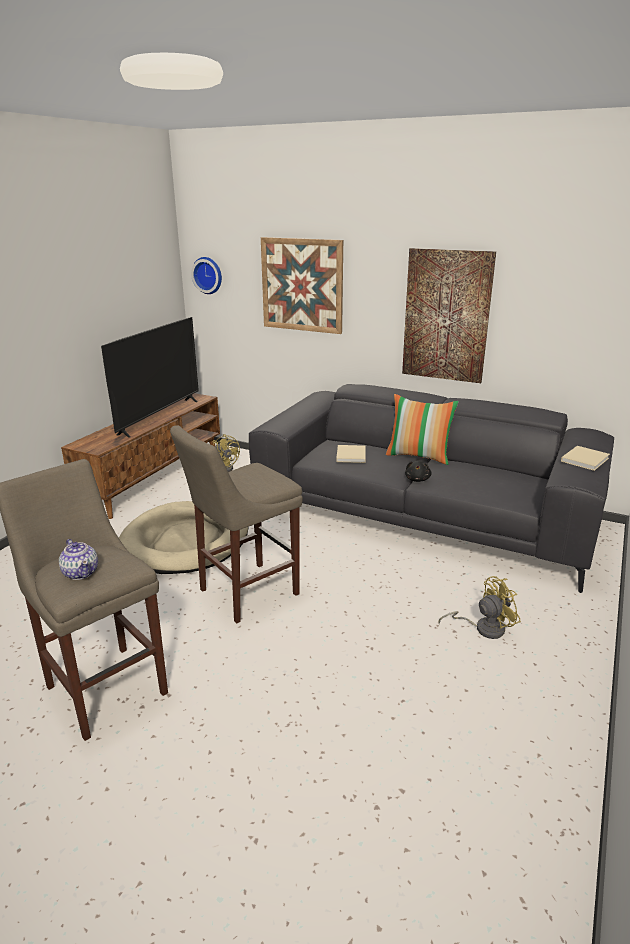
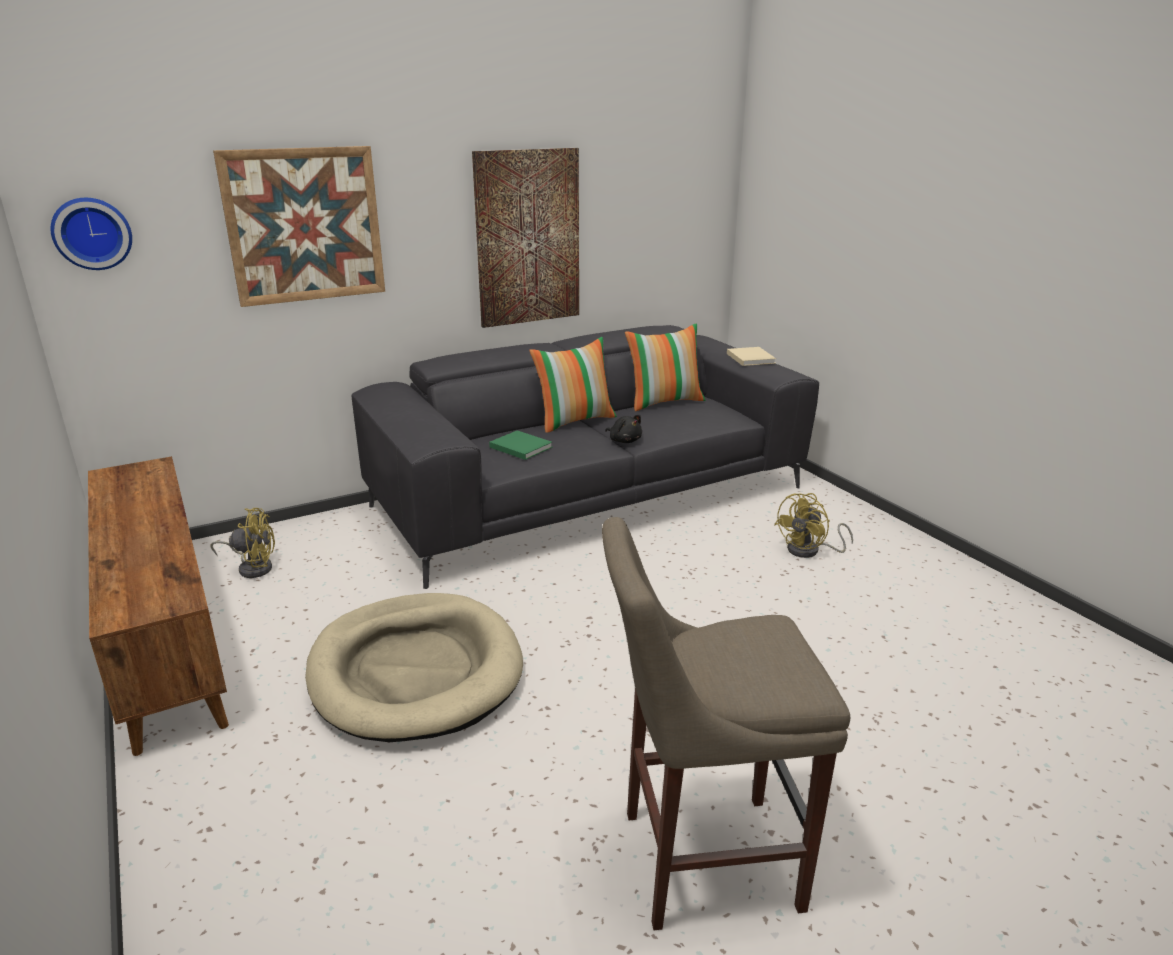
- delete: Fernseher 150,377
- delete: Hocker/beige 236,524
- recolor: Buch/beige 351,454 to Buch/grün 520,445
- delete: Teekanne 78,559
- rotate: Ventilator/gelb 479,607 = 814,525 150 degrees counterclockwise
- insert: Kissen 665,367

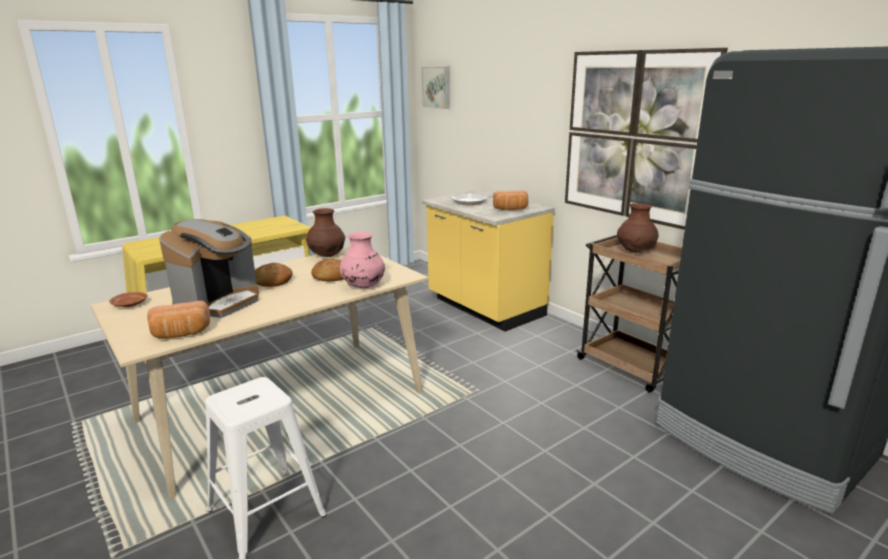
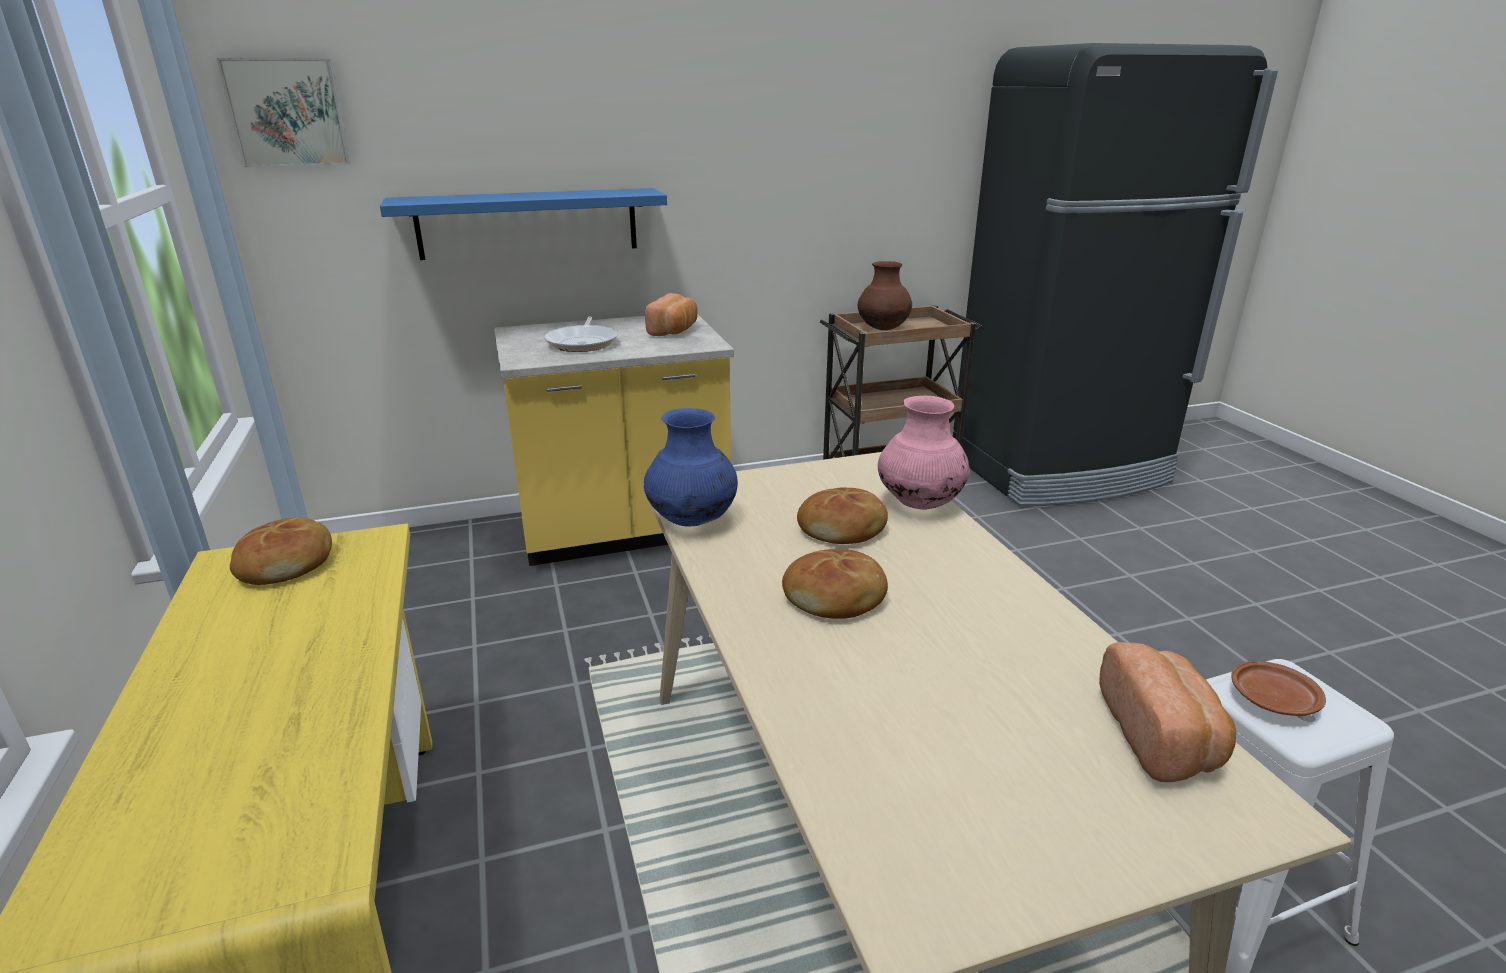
- delete: Bild 646,139
- recolor: Vase/braun 325,232 to Vase/blau 691,467
- delete: Kaffeemaschine 209,268
- move: Teller/braun 128,299 to 1278,688
- insert: Wandregal/blau 523,224
- insert: Brot 281,551

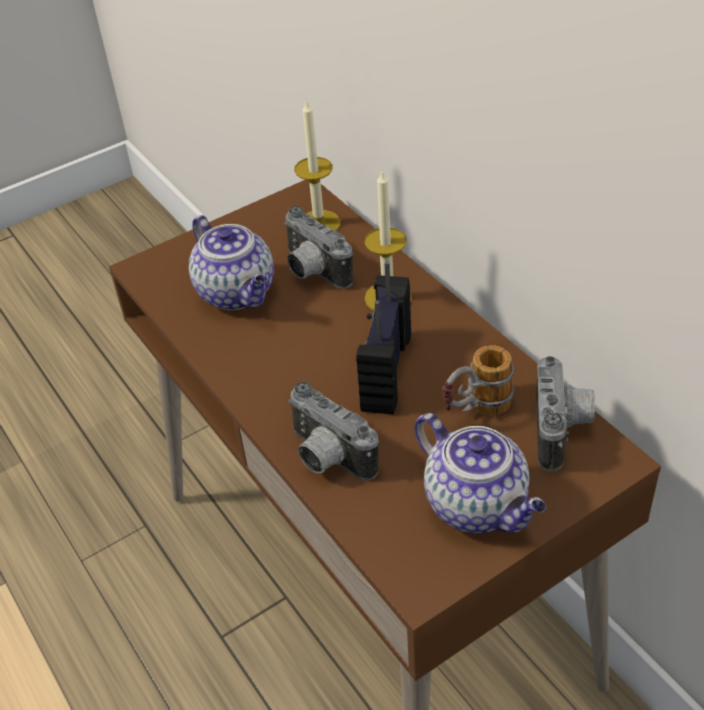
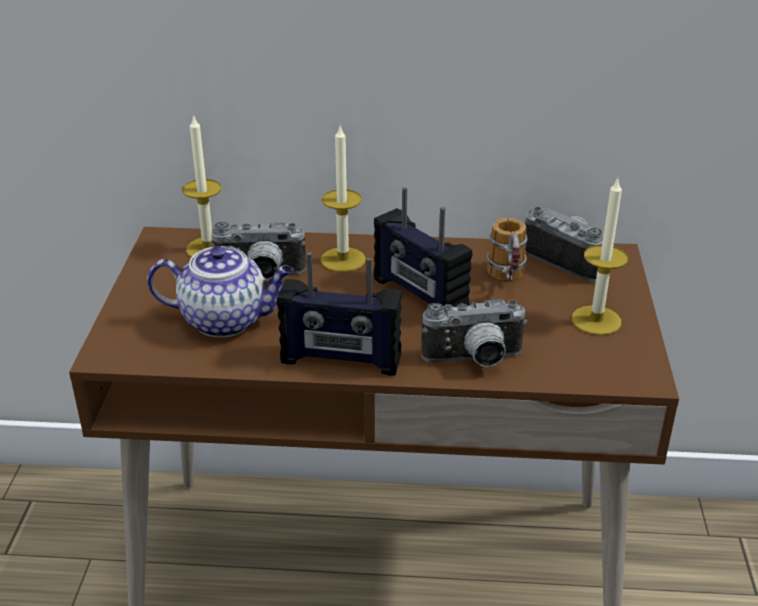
- replace: Teekanne 480,473 to Kerze 600,256
- insert: Radio 339,314

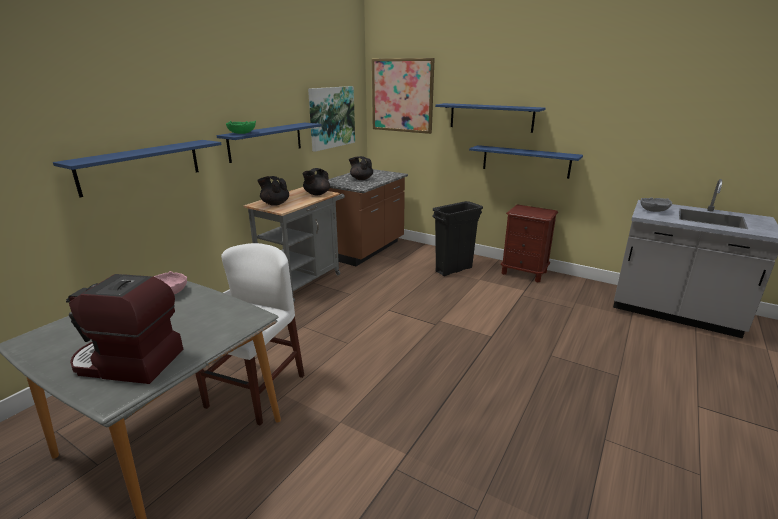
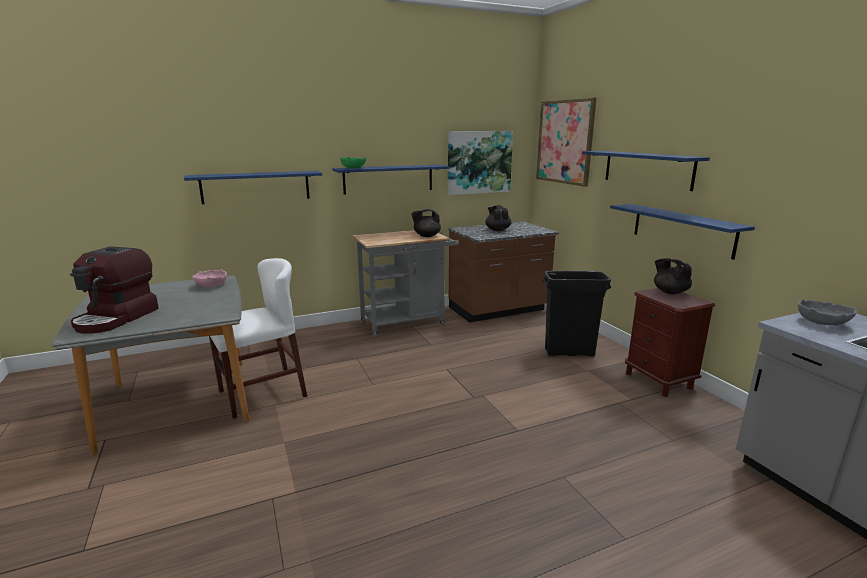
- move: Teekanne/schwarz 273,191 to 673,276
- rotate: Kaffeemaschine 125,329 = 114,290 120 degrees counterclockwise

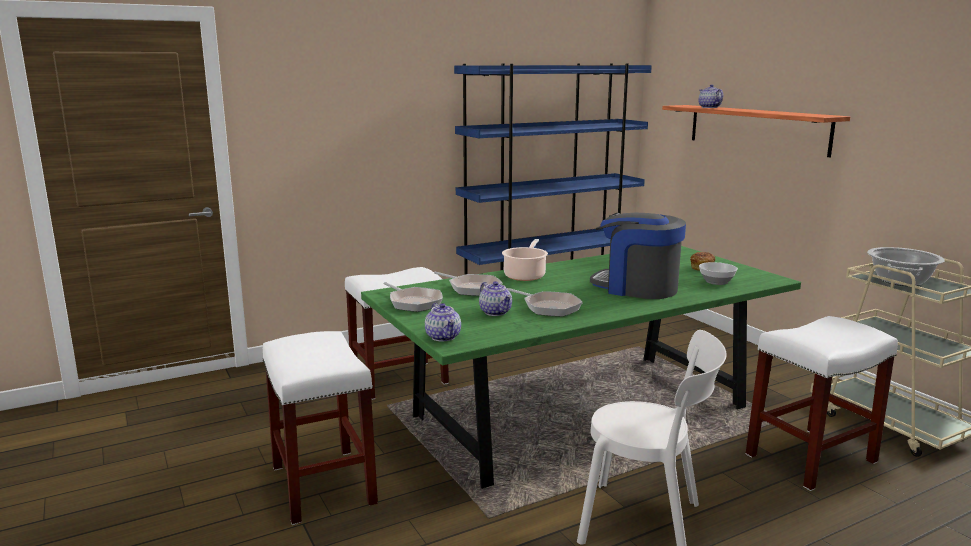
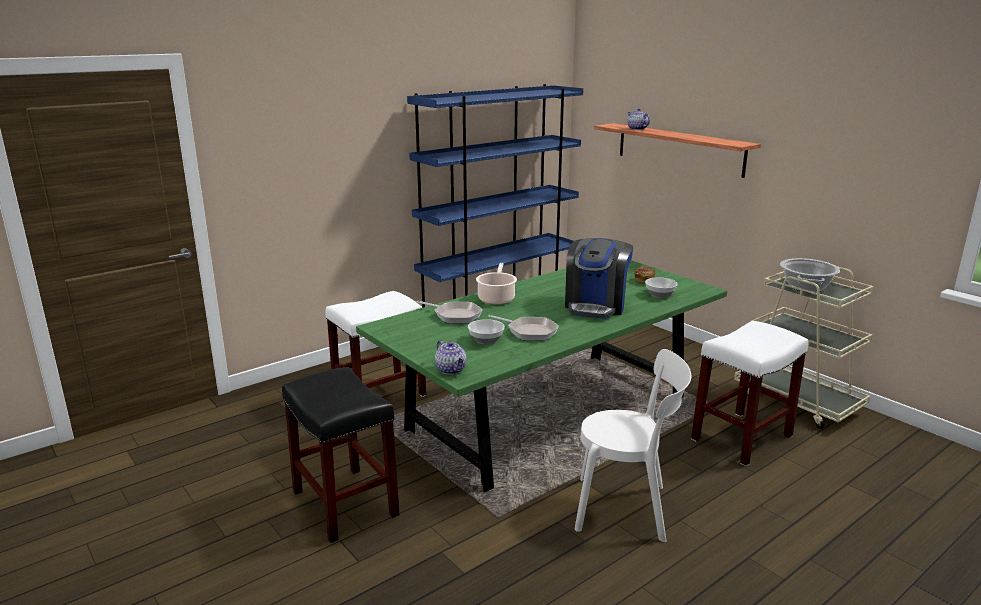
- rotate: Kaffeemaschine 638,256 = 599,278 90 degrees counterclockwise
- replace: Teekanne 495,298 to Schüssel 486,332
- delete: Pfanne 413,297
- recolor: Hocker/weiß 320,428 to Hocker/schwarz 341,455

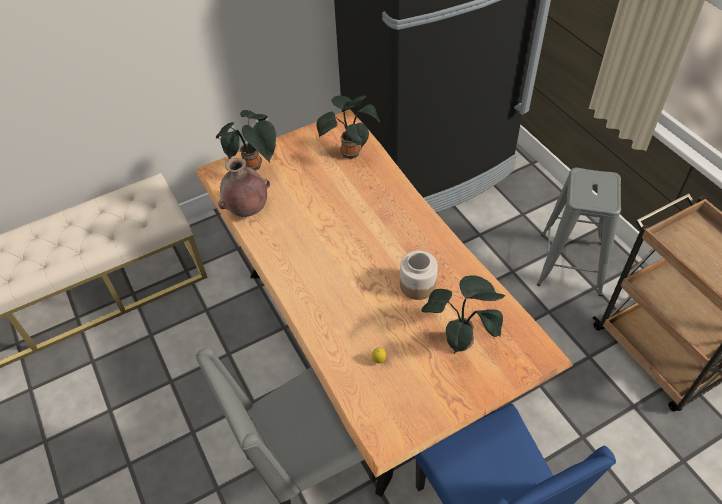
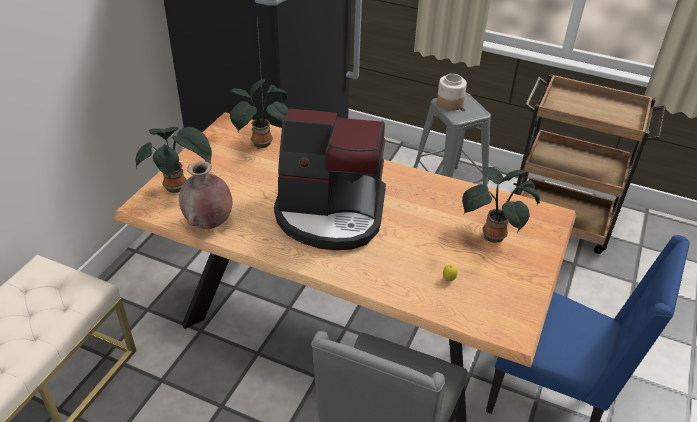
- move: Vorratsglas 419,275 to 452,92
- insert: Kaffeemaschine 330,179

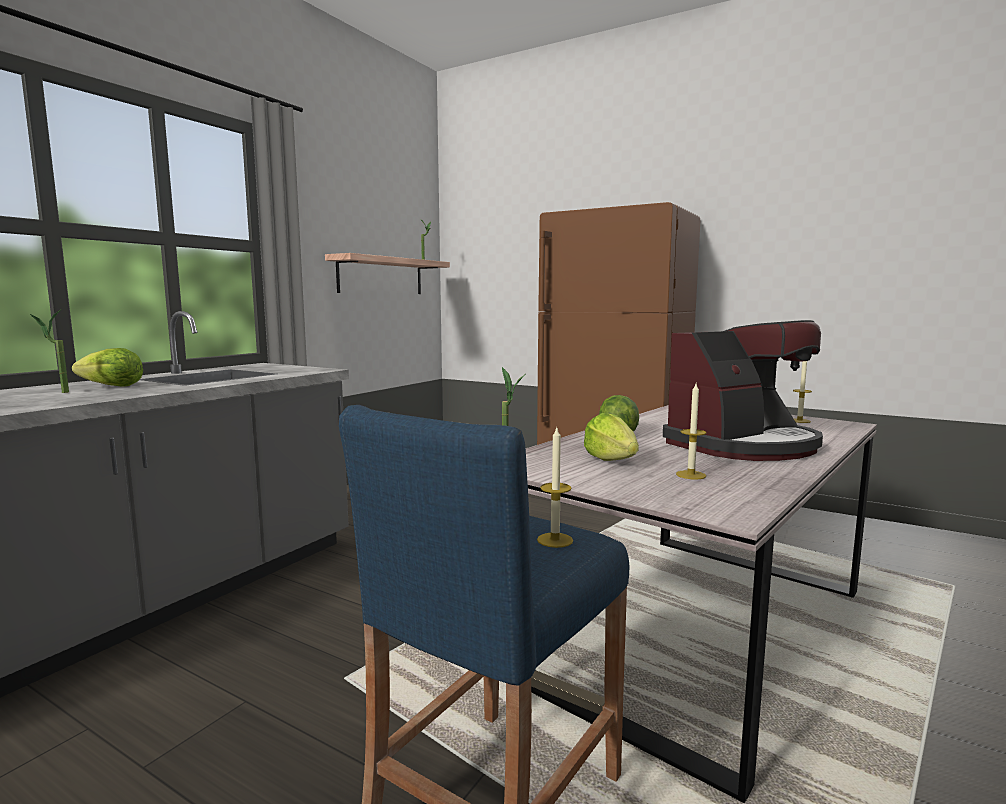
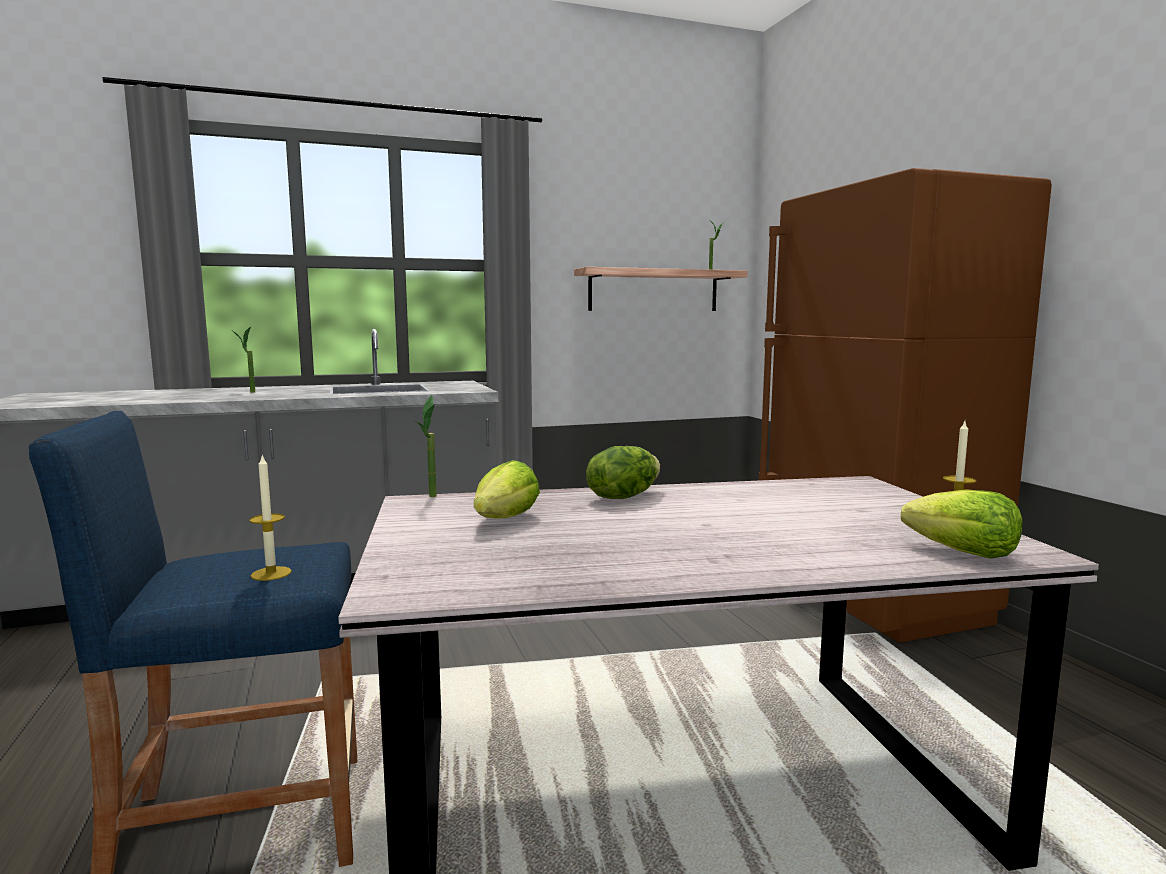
- delete: Kaffeemaschine 743,390
- move: Salatkopf 107,367 to 961,524
- delete: Kerze 691,431

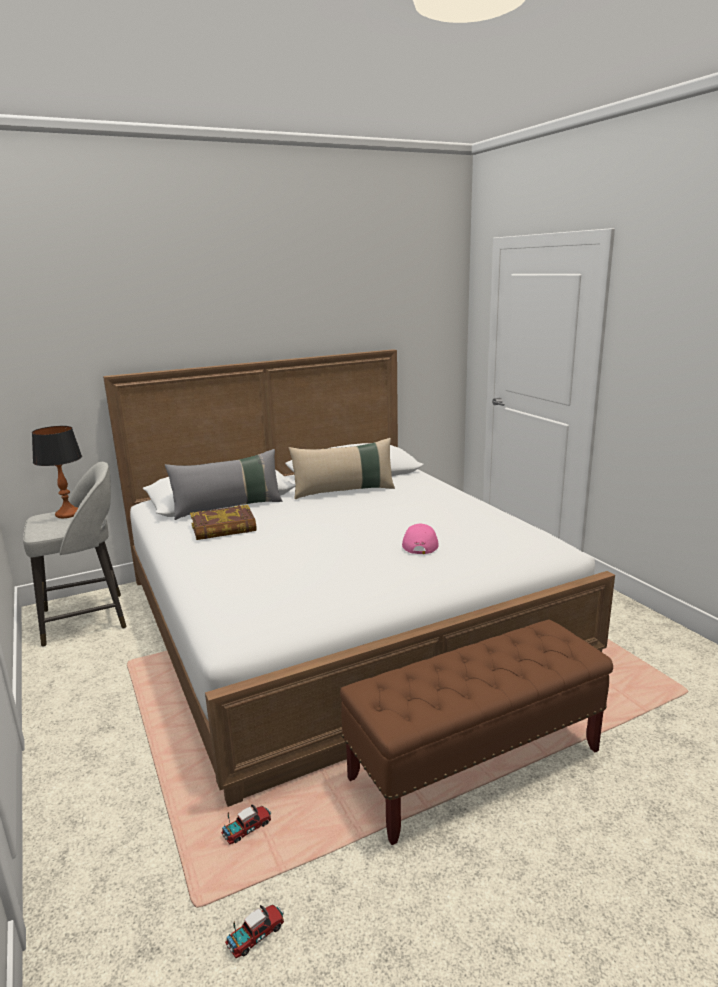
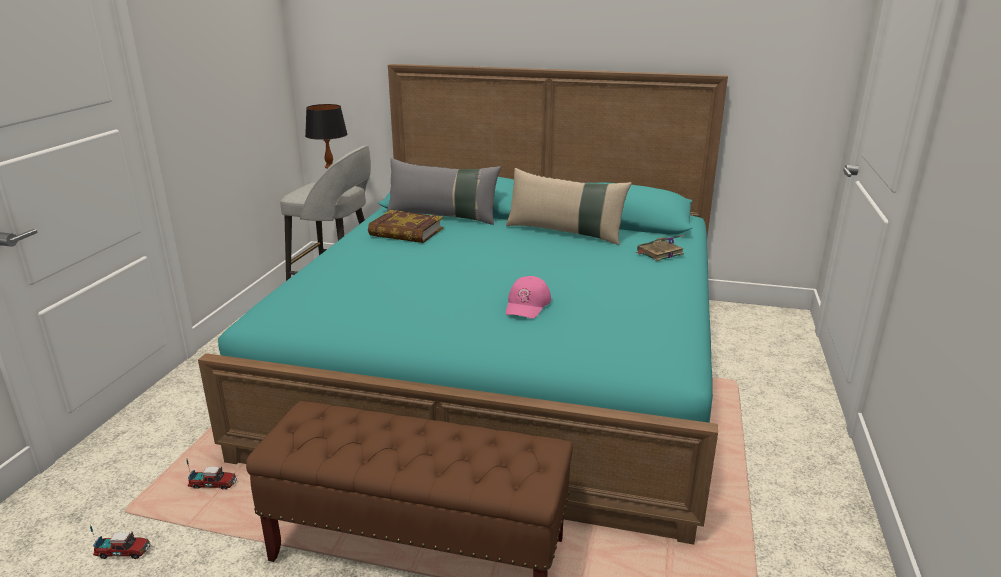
- recolor: Bett/weiß 359,578 to Bett/türkis 463,304
- rotate: Kappe/rosa 420,539 = 528,297 150 degrees clockwise
- insert: Buch 660,248

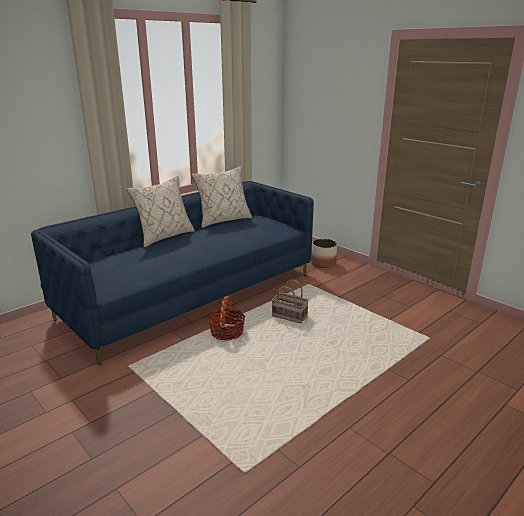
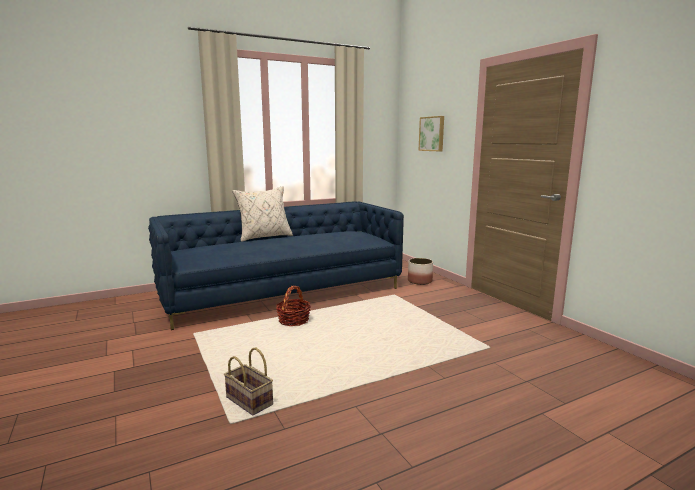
- delete: Kissen/beige 221,197
- move: Korb 290,301 to 248,381
- insert: Bild 431,133

